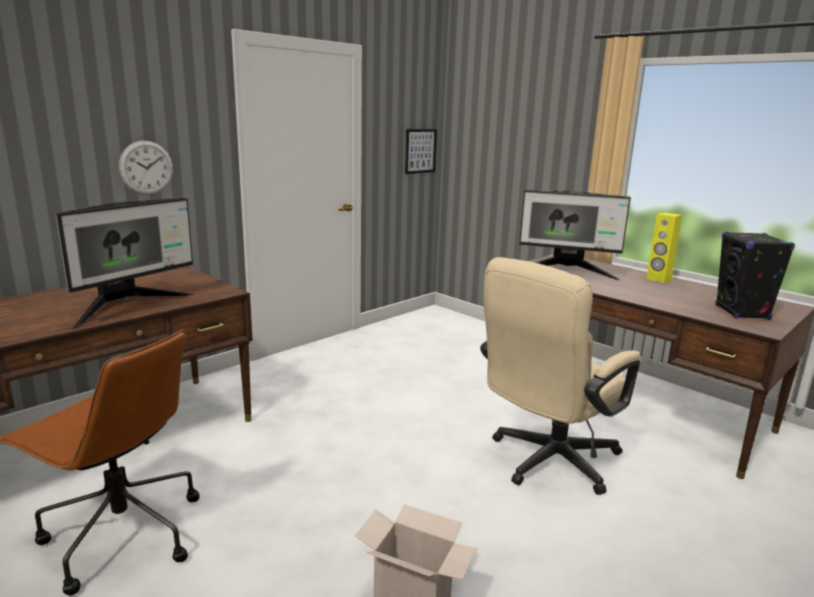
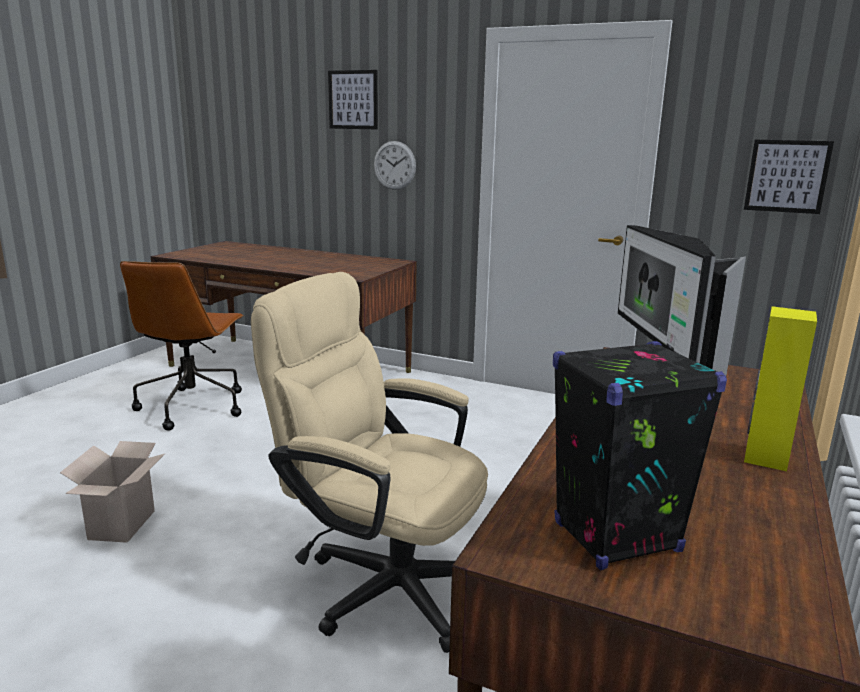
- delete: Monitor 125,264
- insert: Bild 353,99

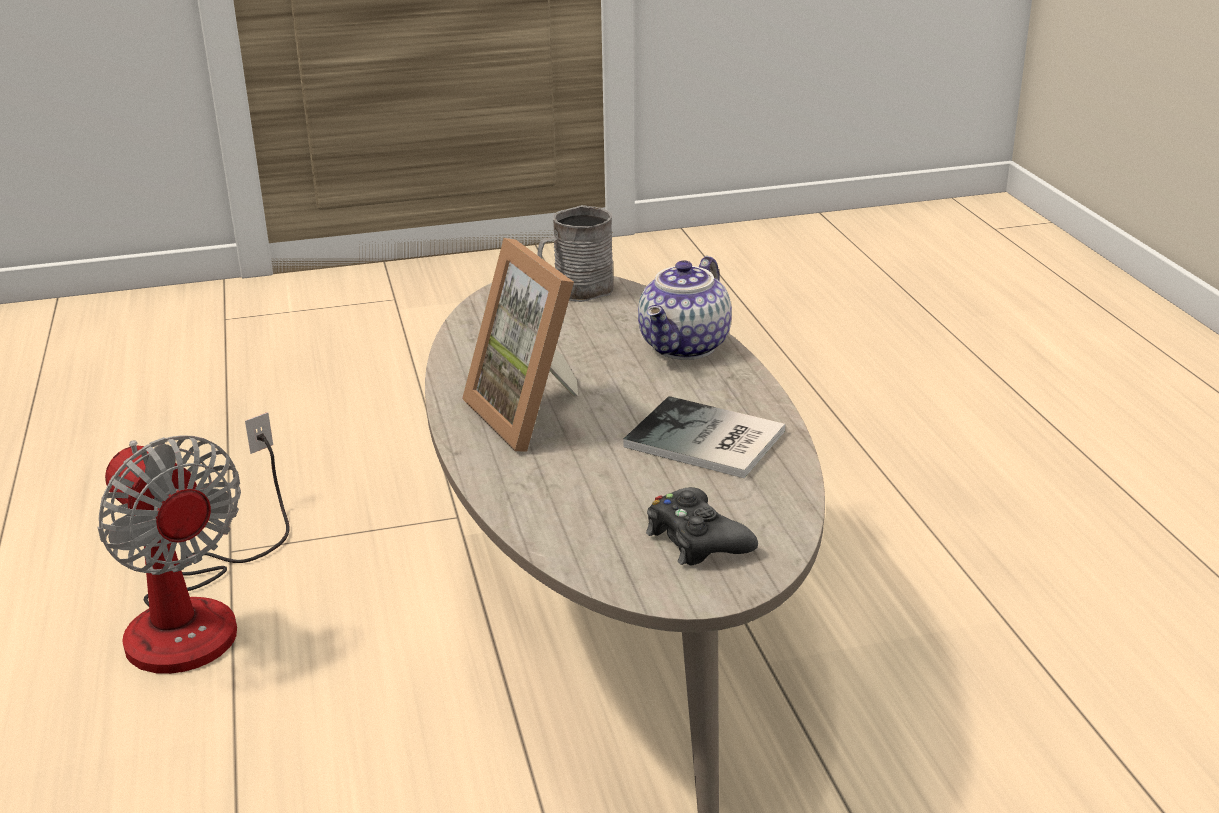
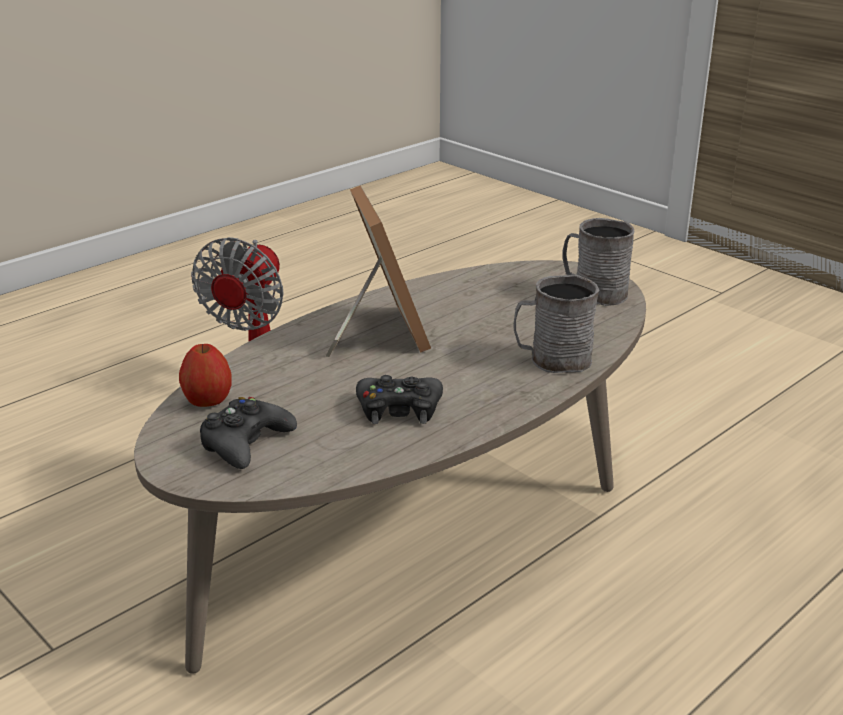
- rotate: Bilderrahmen 520,345 = 378,271 135 degrees clockwise
- replace: Teekanne 685,308 to Henkelbecher/grau 556,324
- replace: Buch 704,437 to Gamepad/schwarz 399,399
- insert: Apfel 205,375

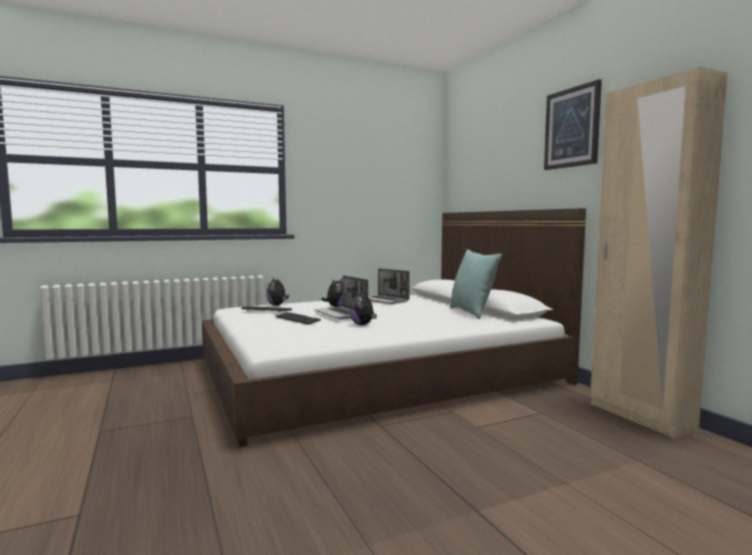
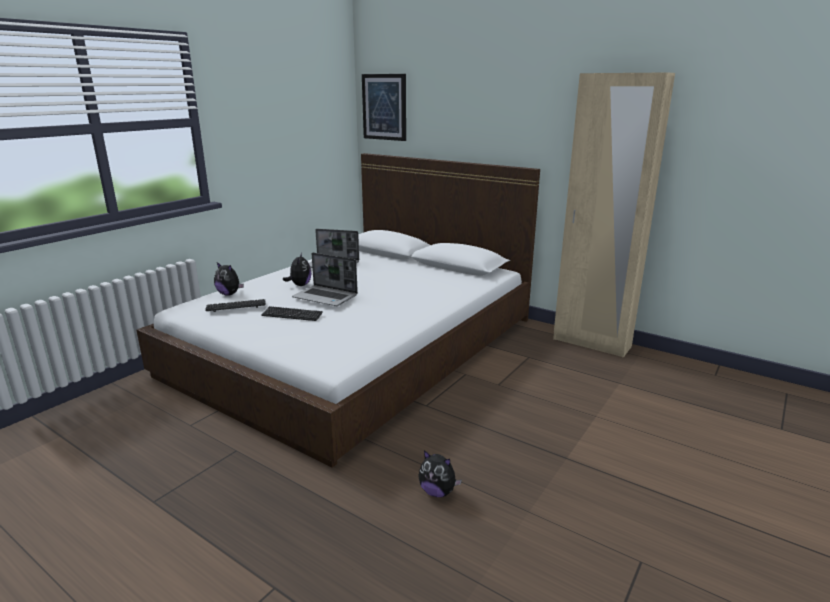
- move: Bild 573,124 to 384,107
- delete: Kissen/türkis 476,284
- move: Plüschtier 363,308 to 440,473

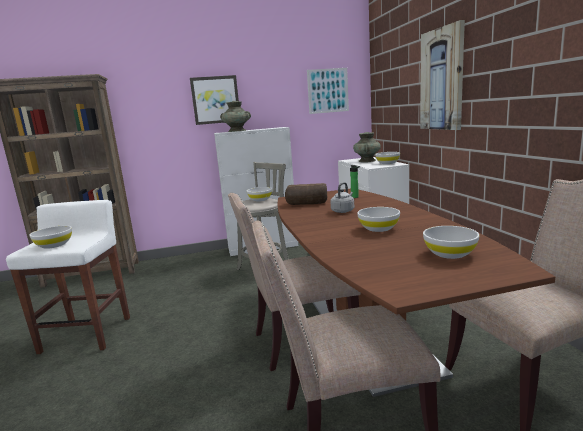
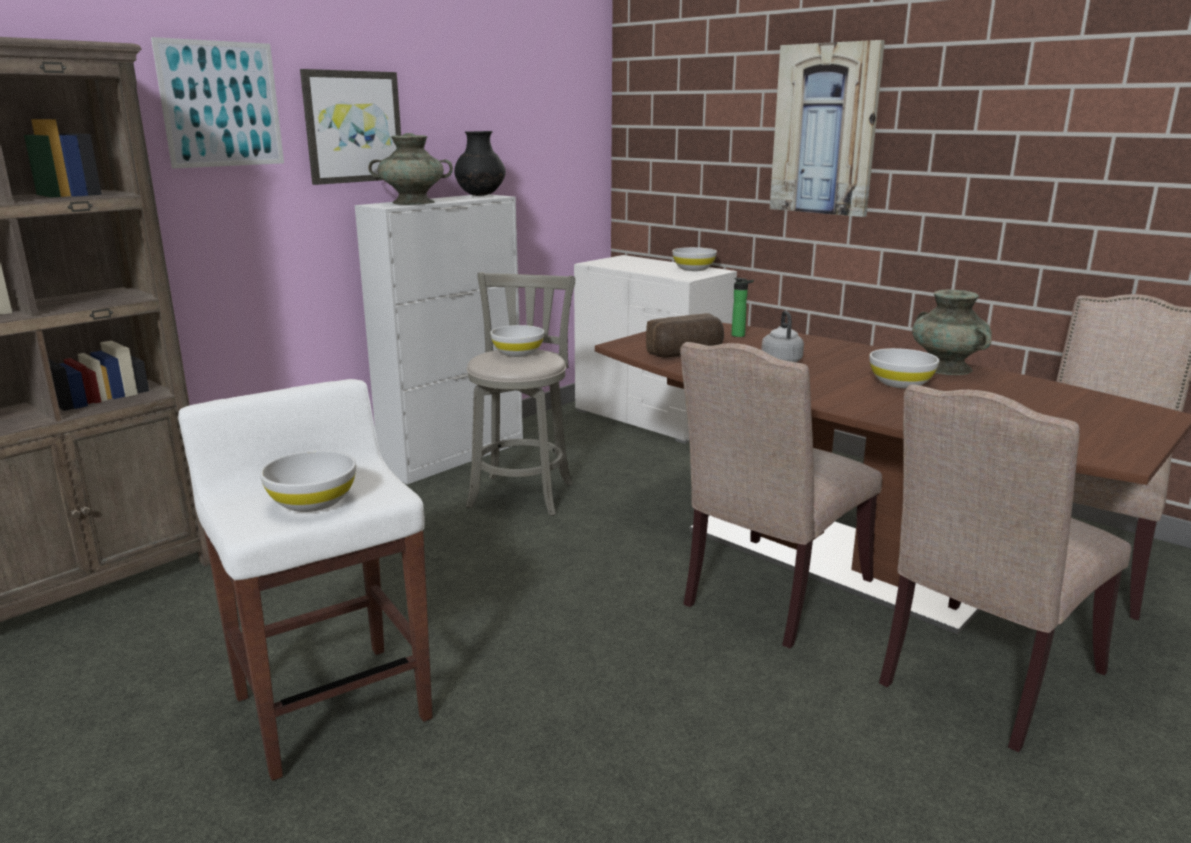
- move: Bild 328,91 to 217,103
- move: Vase/türkis 367,147 to 952,332
- delete: Schüssel/weiß 451,242
- insert: Vase/schwarz 480,163

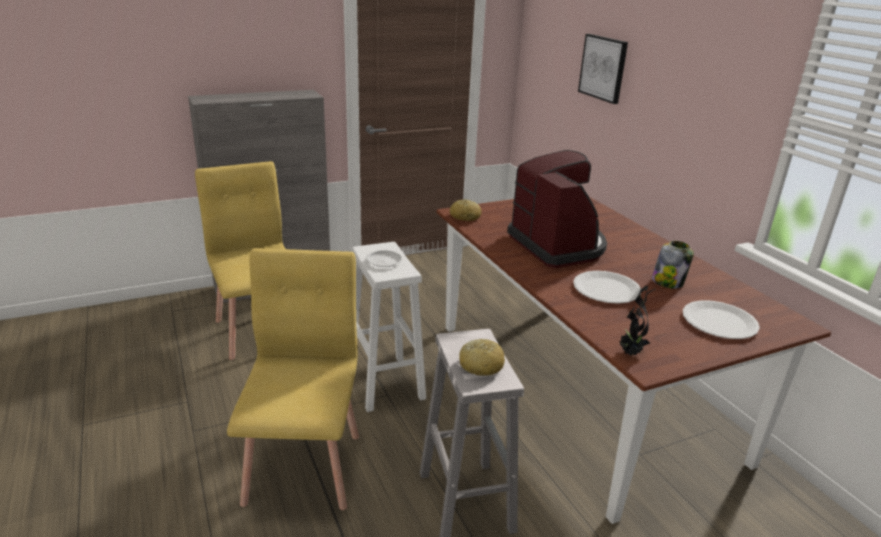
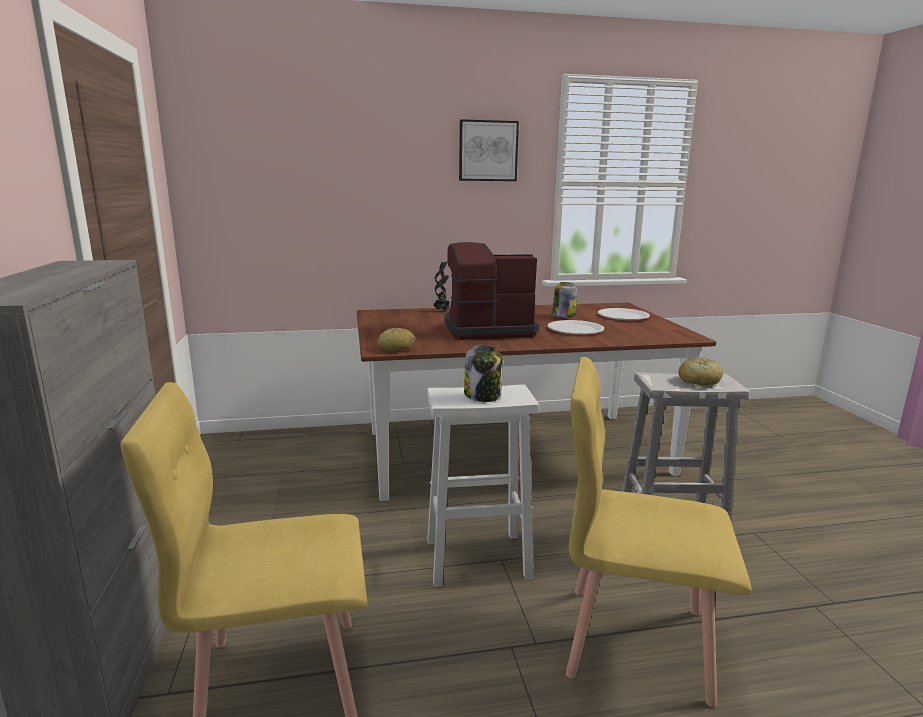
- move: Bild 603,69 to 489,150
- replace: Teller/weiß 384,258 to Vorratsglas 483,373
- move: Topfpflanze 637,321 to 442,286

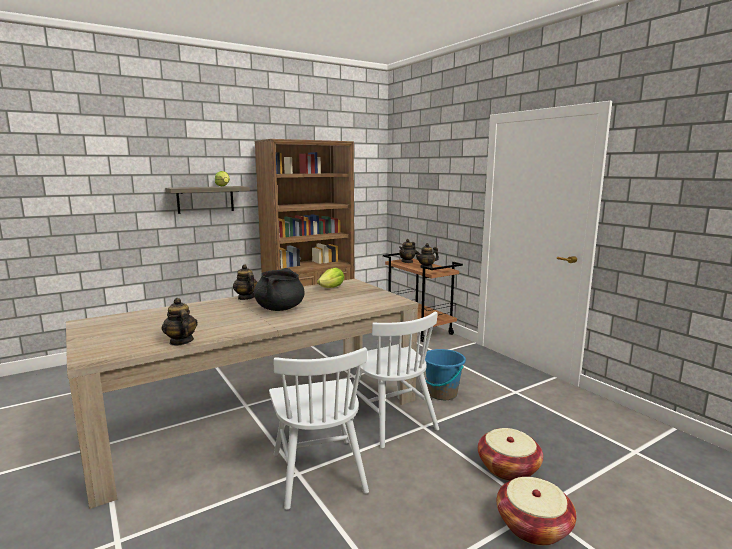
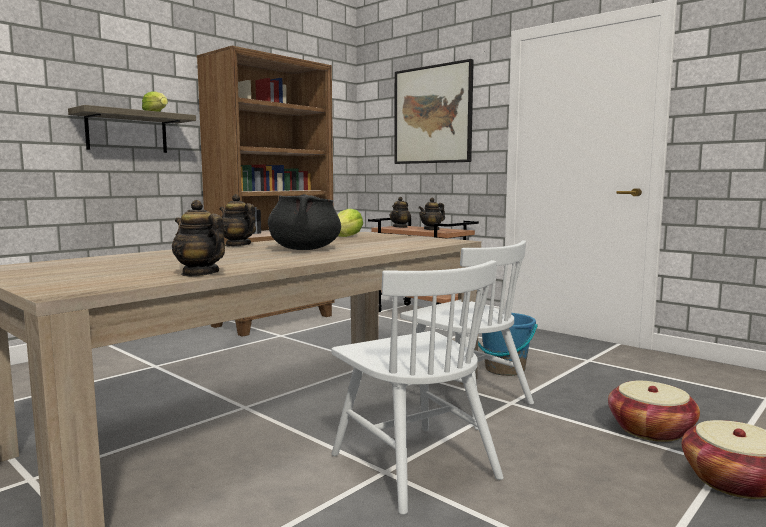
- insert: Bild 434,111

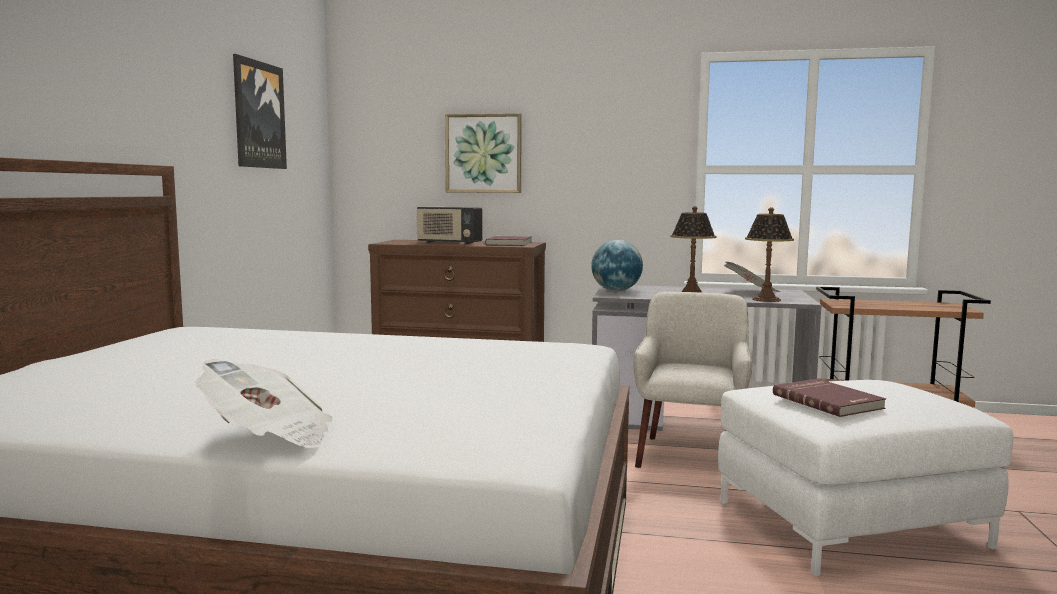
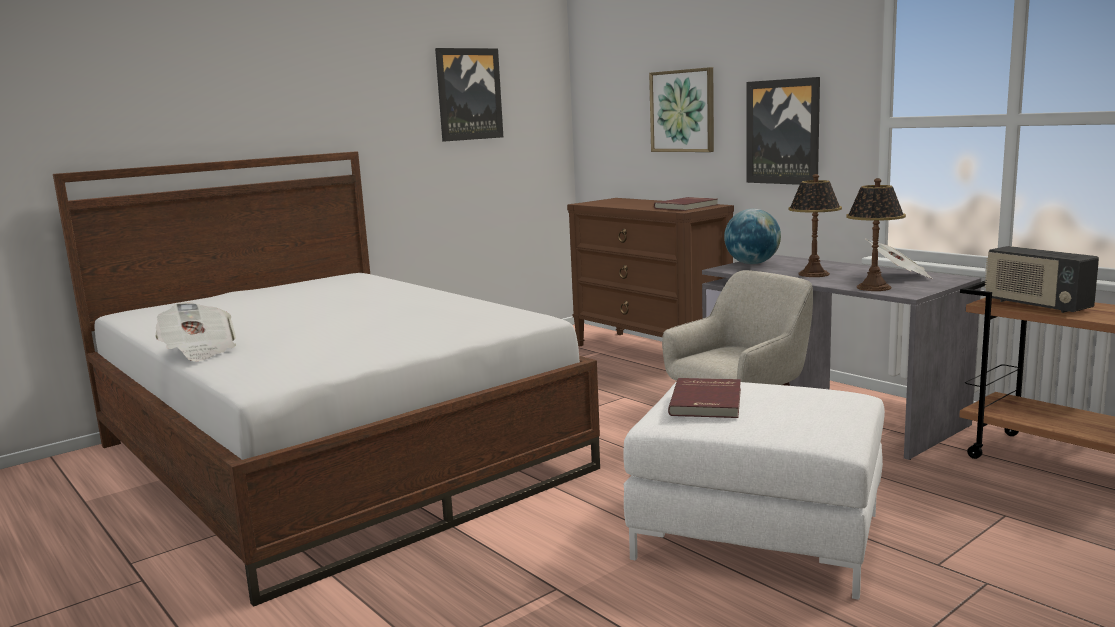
- move: Radio 449,225 to 1041,279
- insert: Bild 783,131

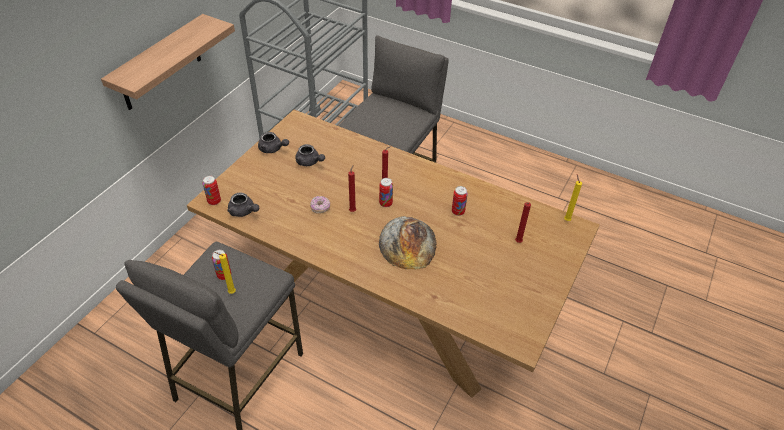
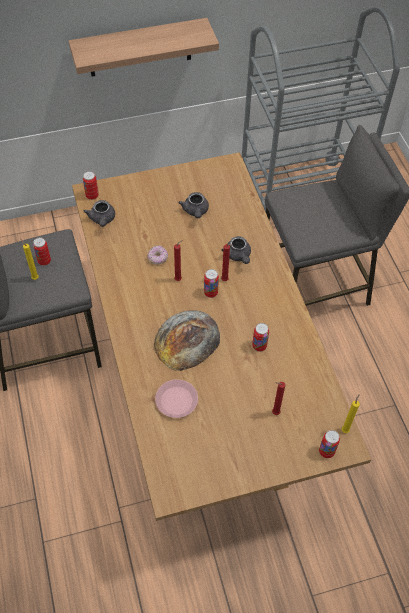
- move: Teekanne/grau 273,142 to 236,250
- insert: Teller/rosa 176,398
- insert: Dose 329,444

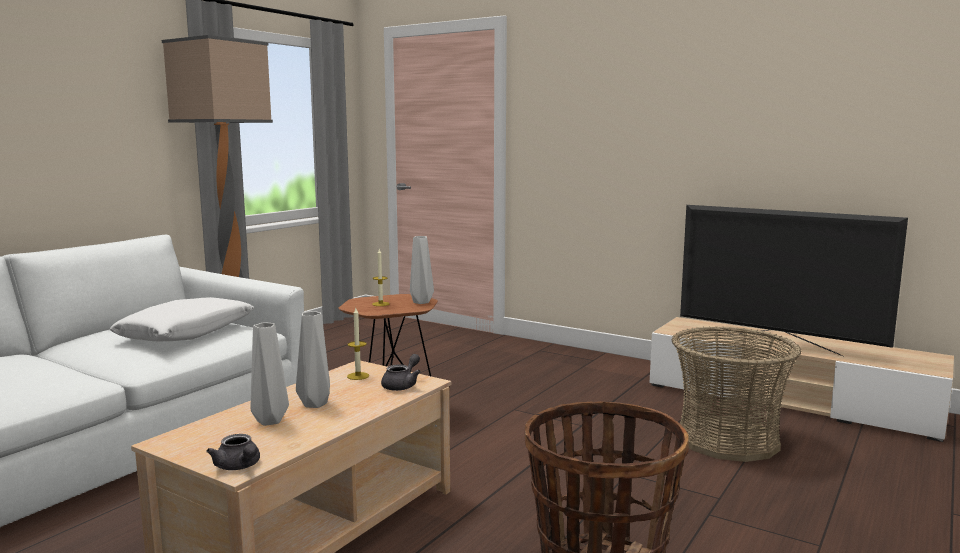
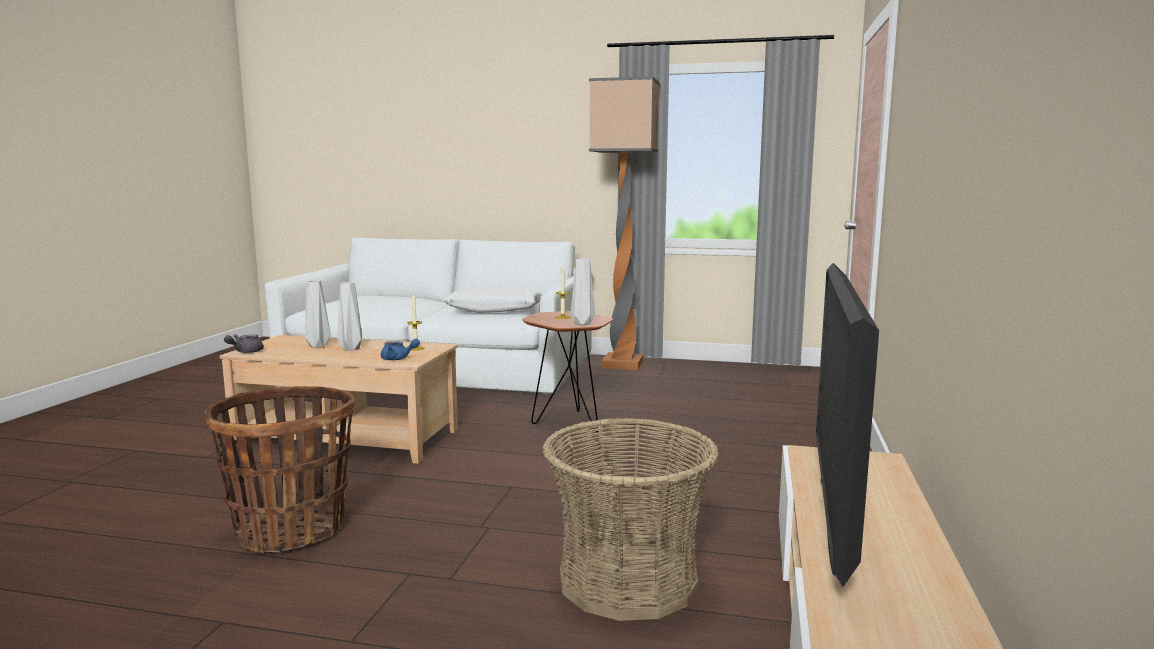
- recolor: Teekanne/grau 401,372 to Teekanne/blau 400,349

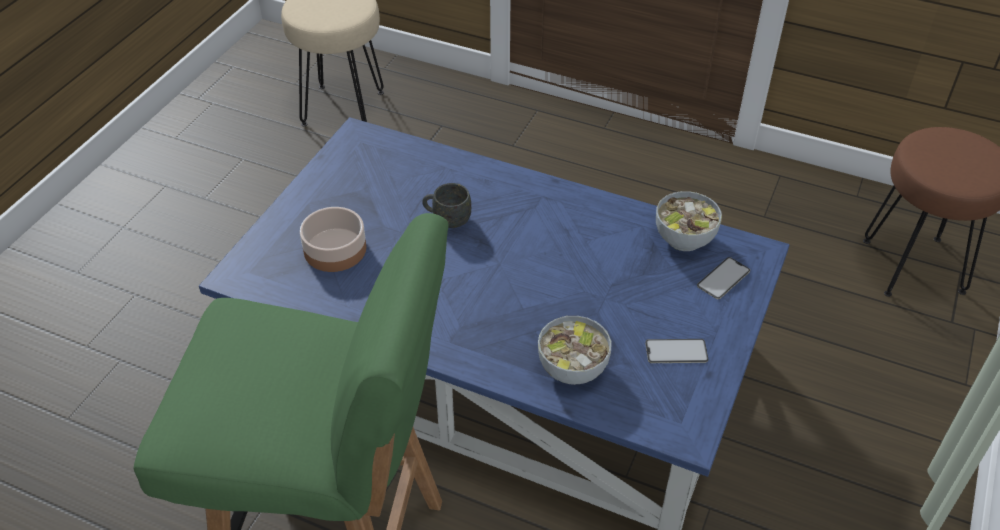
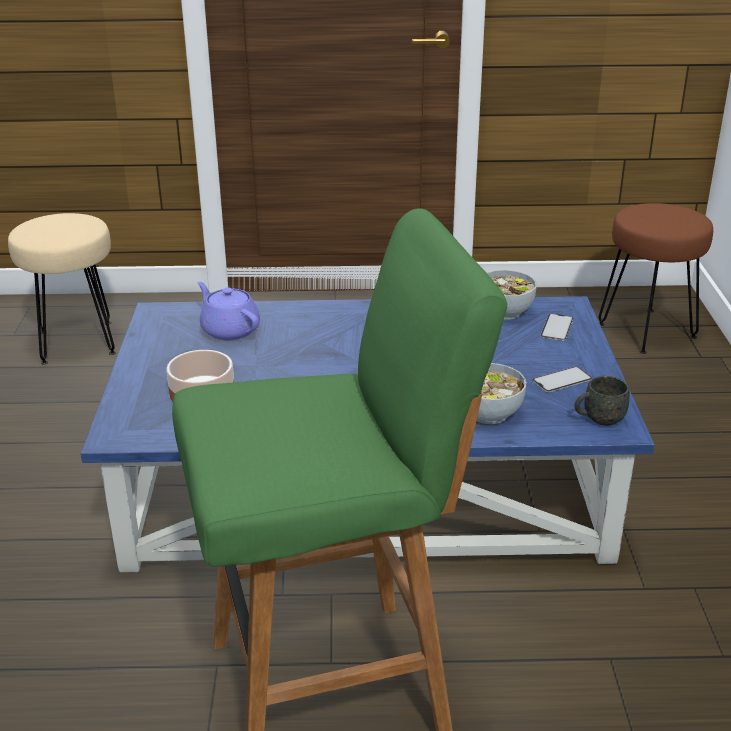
- move: Henkelbecher/grau 446,205 to 602,401
- insert: Teekanne/lila 229,311

